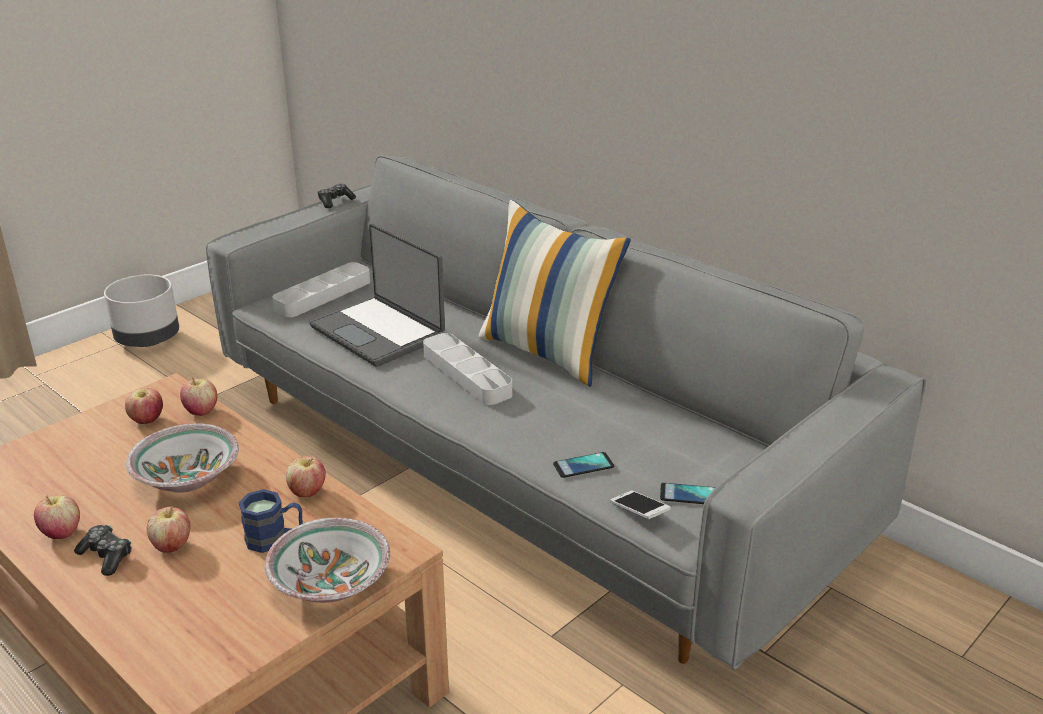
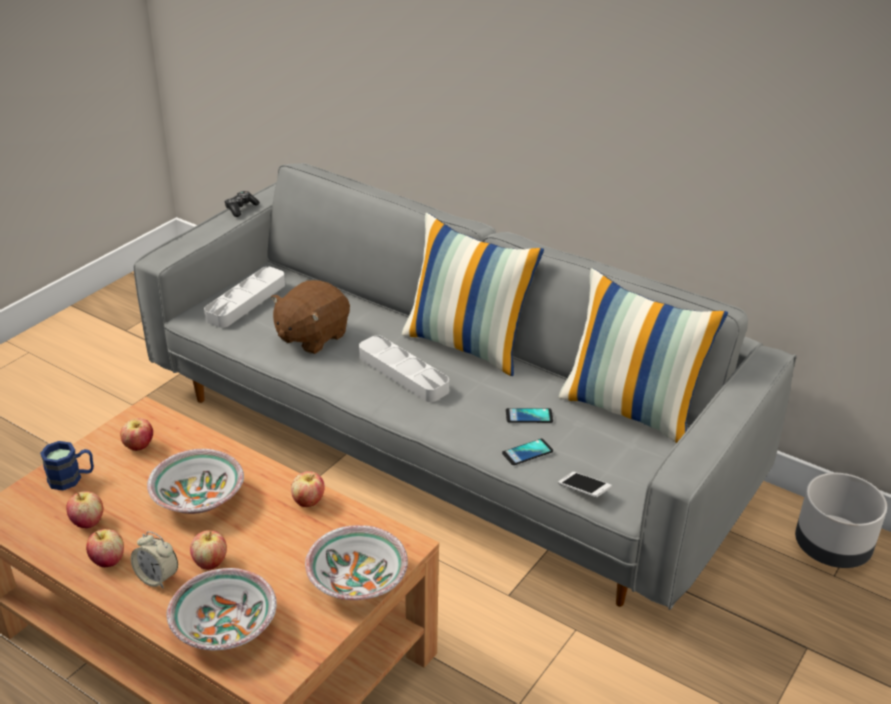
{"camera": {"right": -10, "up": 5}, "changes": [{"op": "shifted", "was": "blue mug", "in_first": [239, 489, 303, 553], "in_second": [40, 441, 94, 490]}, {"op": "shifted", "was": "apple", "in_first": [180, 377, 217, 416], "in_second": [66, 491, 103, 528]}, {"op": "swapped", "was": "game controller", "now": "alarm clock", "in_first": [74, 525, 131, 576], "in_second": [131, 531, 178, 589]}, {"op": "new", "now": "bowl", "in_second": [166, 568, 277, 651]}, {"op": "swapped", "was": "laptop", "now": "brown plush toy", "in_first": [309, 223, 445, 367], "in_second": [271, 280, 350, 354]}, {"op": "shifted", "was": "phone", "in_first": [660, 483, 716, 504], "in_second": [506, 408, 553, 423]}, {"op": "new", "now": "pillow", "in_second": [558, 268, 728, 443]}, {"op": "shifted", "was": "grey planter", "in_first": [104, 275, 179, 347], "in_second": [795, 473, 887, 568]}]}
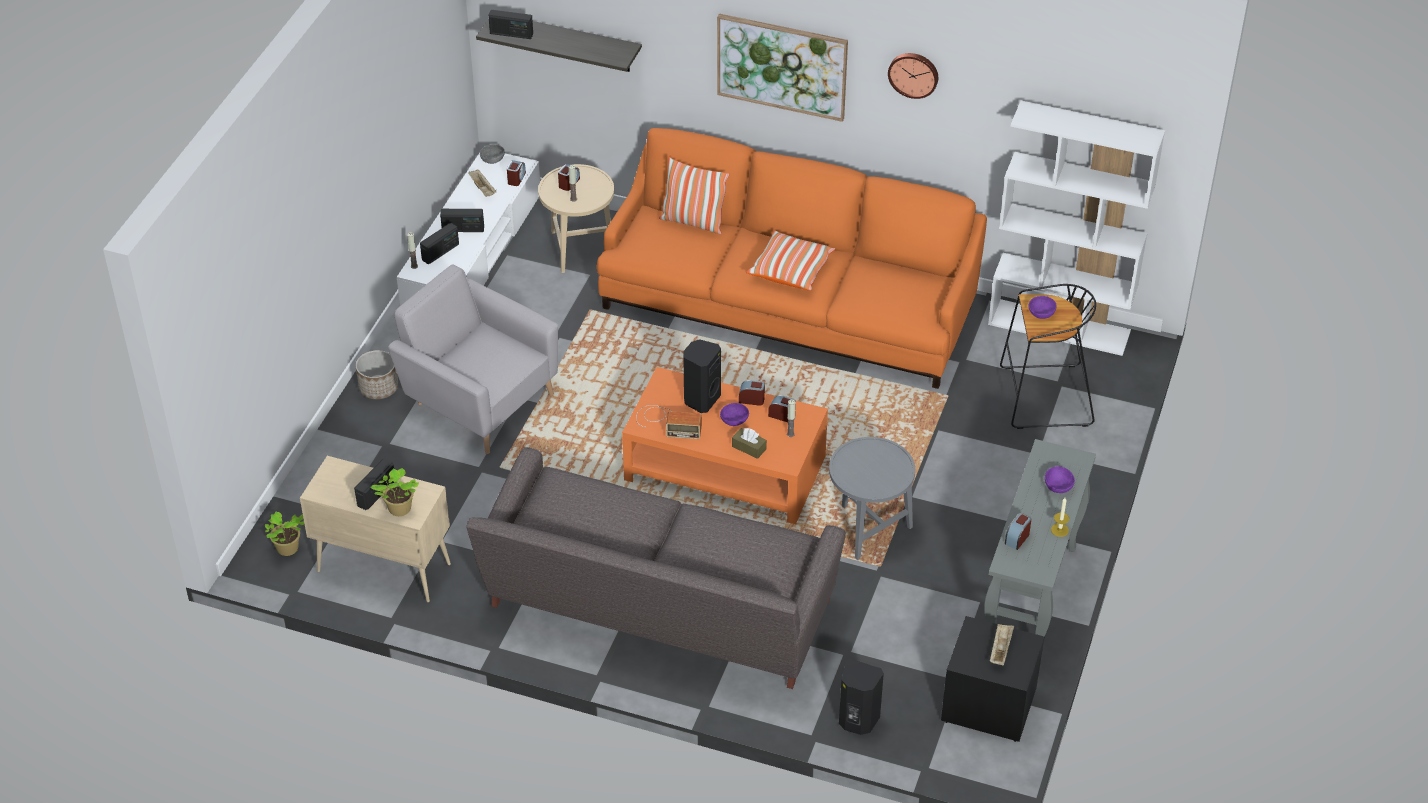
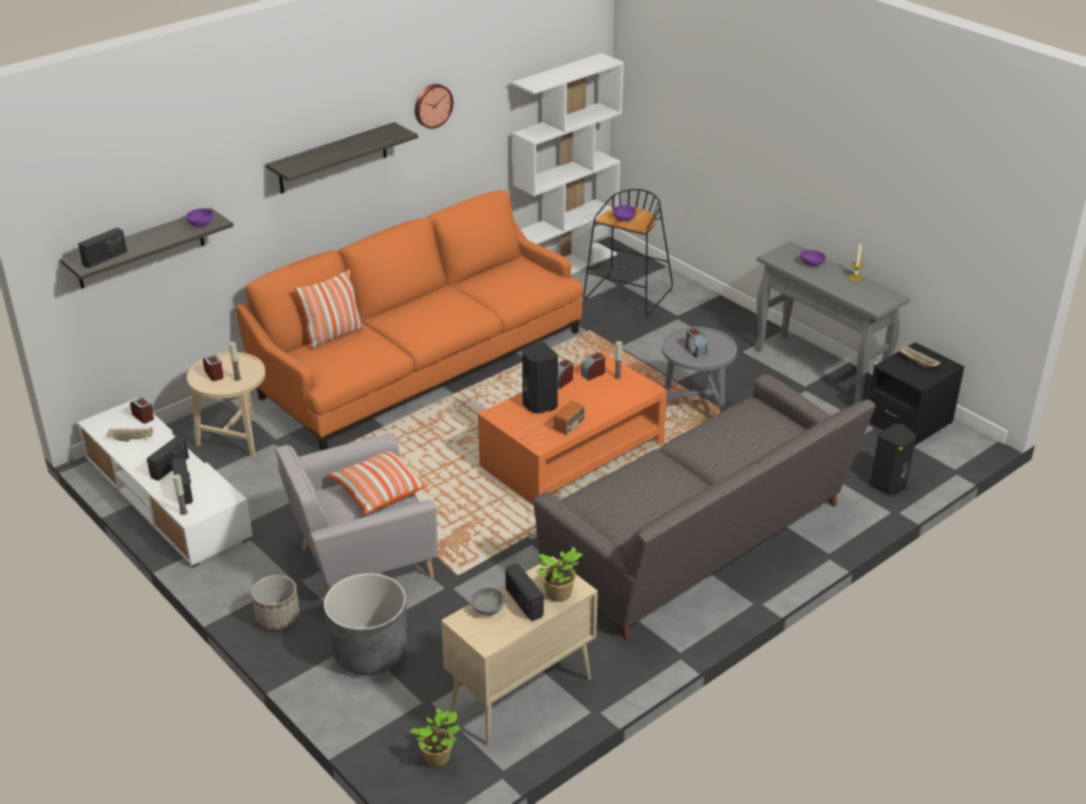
{"camera": {"right": -60, "up": -10}, "changes": [{"op": "shifted", "was": "purple bowl", "in_first": [720, 403, 749, 426], "in_second": [186, 208, 213, 227]}, {"op": "swapped", "was": "picture", "now": "shelf", "in_first": [717, 13, 848, 122], "in_second": [265, 122, 418, 194]}, {"op": "new", "now": "grey planter", "in_second": [324, 573, 407, 676]}, {"op": "shifted", "was": "pillow", "in_first": [746, 230, 835, 291], "in_second": [329, 451, 429, 514]}, {"op": "shifted", "was": "grey bowl", "in_first": [480, 144, 505, 164], "in_second": [471, 587, 504, 616]}, {"op": "shifted", "was": "alarm clock", "in_first": [1005, 513, 1031, 550], "in_second": [686, 328, 707, 358]}, {"op": "gone", "was": "brown tissue box", "in_first": [732, 428, 767, 459]}]}
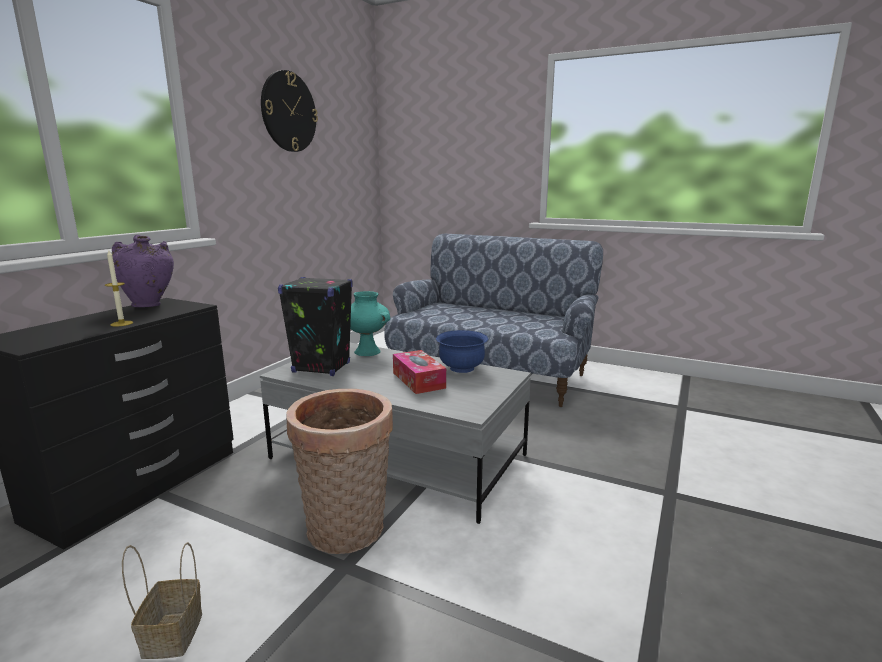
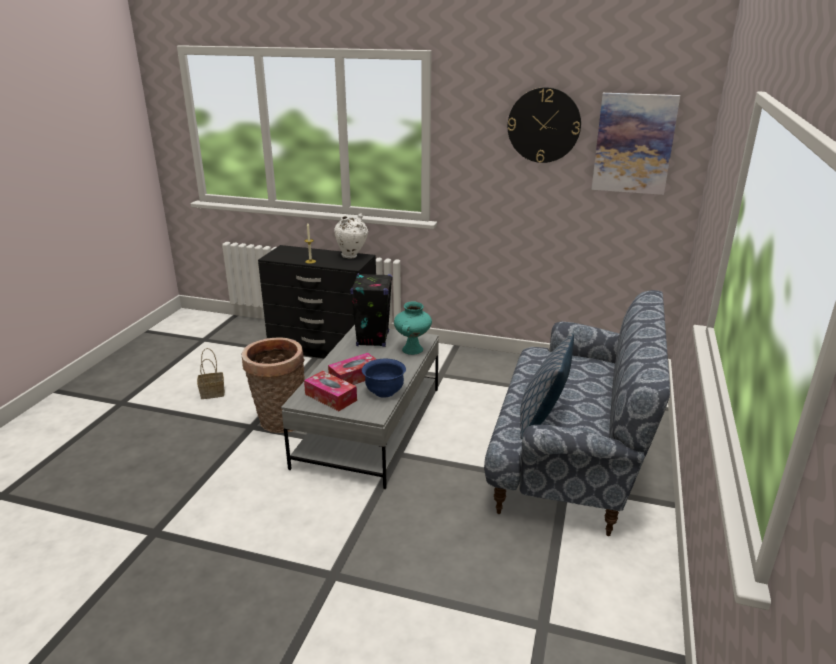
{"camera": {"right": 80, "up": 10}, "changes": [{"op": "new", "now": "tissue box", "in_second": [304, 371, 357, 411]}, {"op": "repainted", "was": "purple vase", "now": "white vase", "in_first": [112, 235, 174, 307], "in_second": [334, 213, 368, 259]}, {"op": "new", "now": "pillow", "in_second": [520, 333, 574, 439]}, {"op": "new", "now": "picture", "in_second": [591, 93, 680, 195]}]}
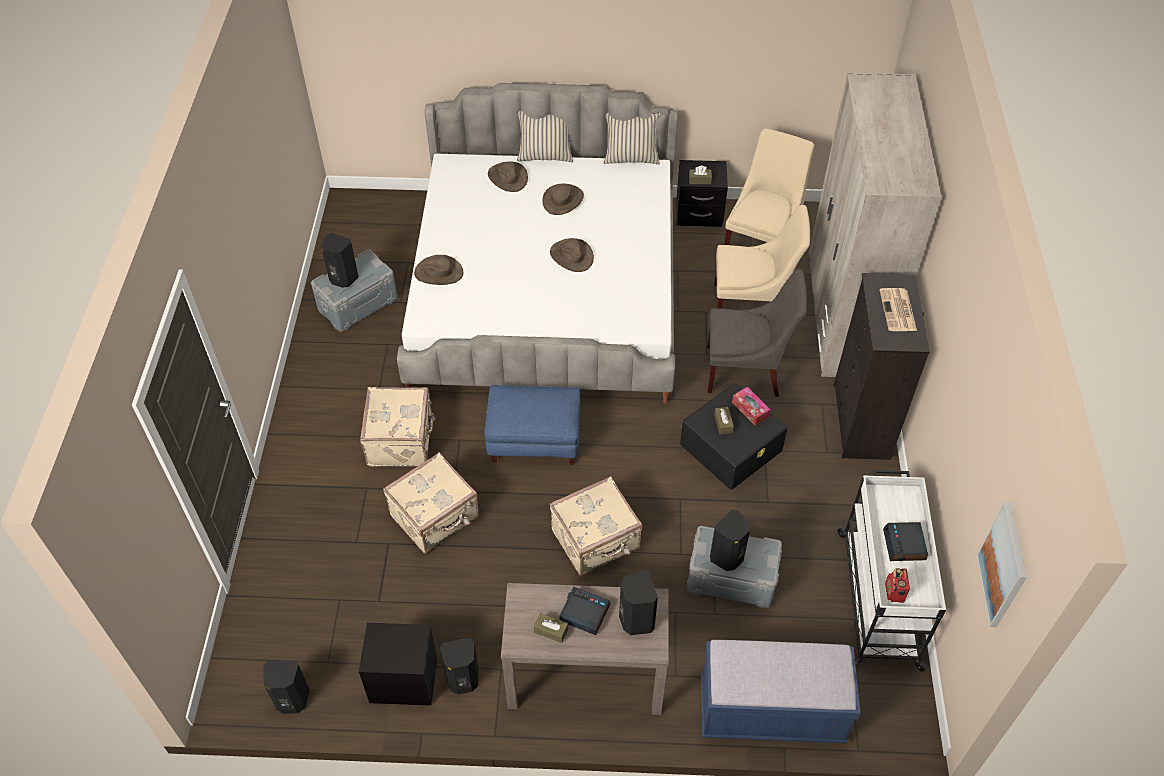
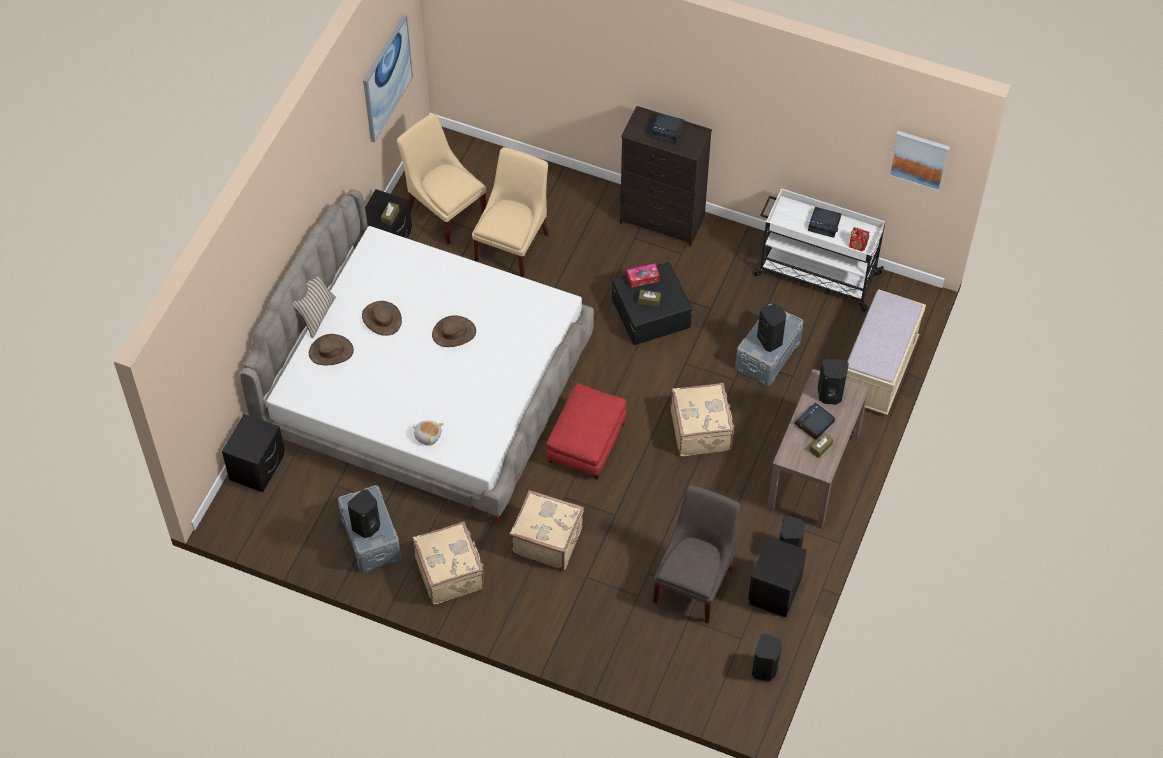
{"camera": {"right": -70, "up": 5}, "changes": [{"op": "new", "now": "black nightstand", "in_second": [222, 414, 285, 492]}, {"op": "new", "now": "picture", "in_second": [363, 15, 413, 143]}, {"op": "swapped", "was": "brown hat", "now": "plush toy", "in_first": [414, 255, 463, 285], "in_second": [413, 420, 444, 446]}, {"op": "shifted", "was": "beige suitcase", "in_first": [383, 452, 479, 554], "in_second": [413, 521, 484, 605]}, {"op": "repainted", "was": "blue ottoman", "now": "red ottoman", "in_first": [484, 385, 581, 465], "in_second": [546, 383, 626, 480]}, {"op": "swapped", "was": "newspaper", "now": "alarm clock", "in_first": [880, 288, 917, 331], "in_second": [650, 113, 684, 144]}, {"op": "shifted", "was": "grey chair", "in_first": [707, 269, 807, 397], "in_second": [653, 485, 741, 623]}, {"op": "repainted", "was": "blue bench", "now": "beige bench", "in_first": [701, 640, 861, 743], "in_second": [846, 290, 926, 415]}, {"op": "gone", "was": "beige pillow", "in_first": [604, 112, 661, 165]}, {"op": "gone", "was": "beige wardrobe", "in_first": [809, 73, 942, 377]}]}
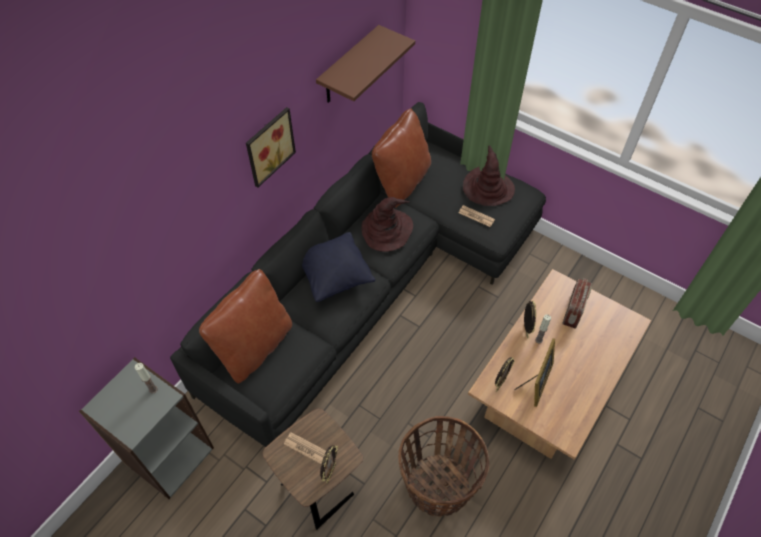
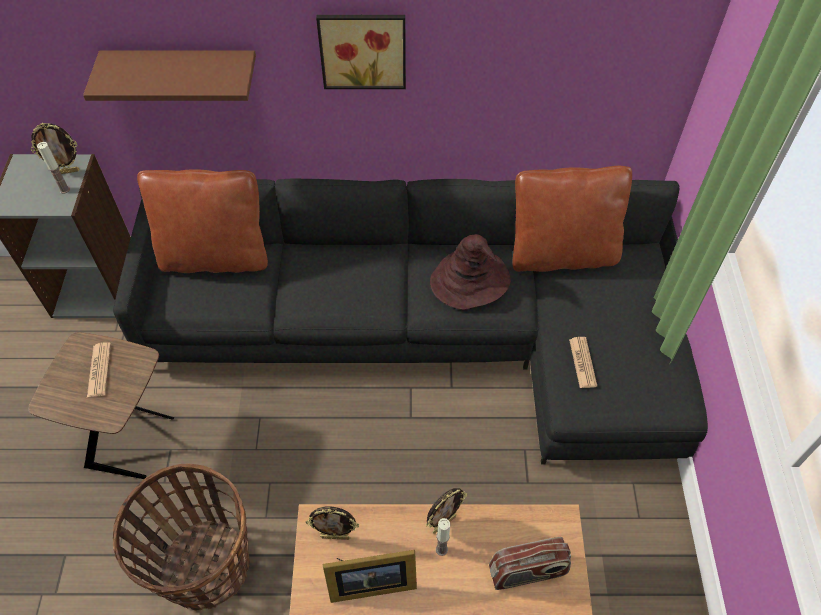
{"camera": {"right": 55, "up": 0}, "changes": [{"op": "shifted", "was": "picture frame", "in_first": [320, 445, 338, 483], "in_second": [31, 123, 80, 174]}, {"op": "shifted", "was": "brown shelf", "in_first": [316, 25, 415, 103], "in_second": [83, 51, 256, 101]}, {"op": "gone", "was": "black pillow", "in_first": [302, 232, 376, 302]}, {"op": "gone", "was": "brown hat", "in_first": [463, 145, 515, 206]}]}
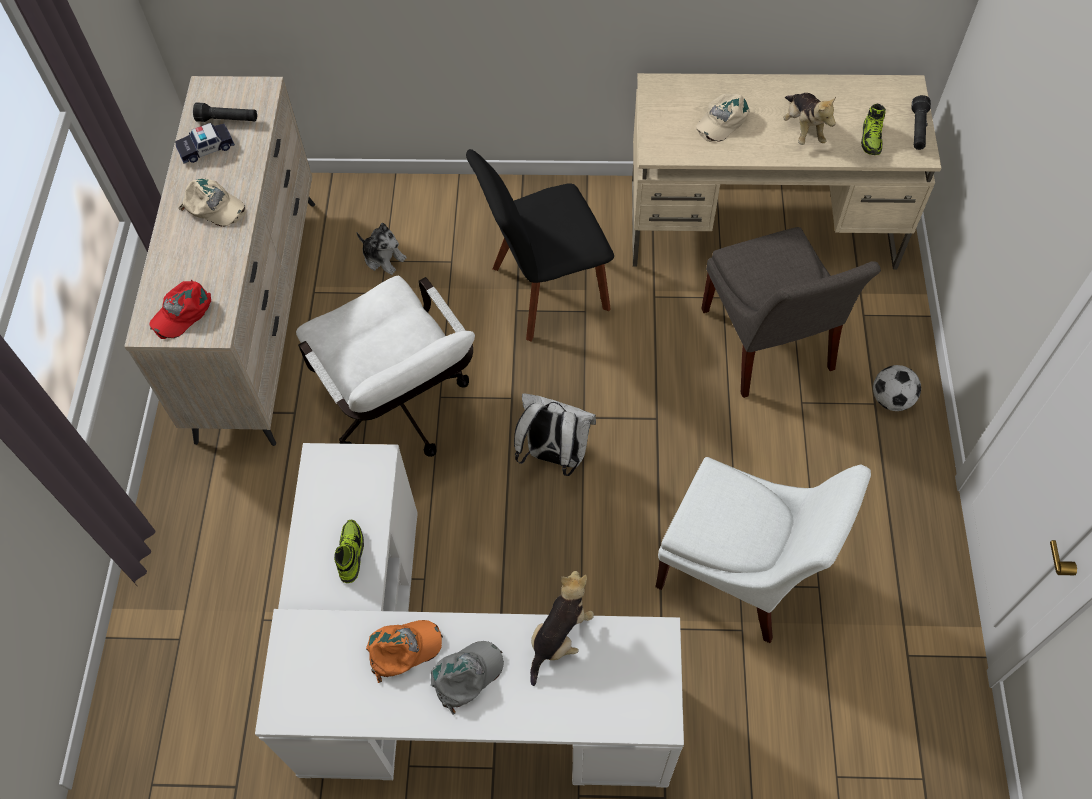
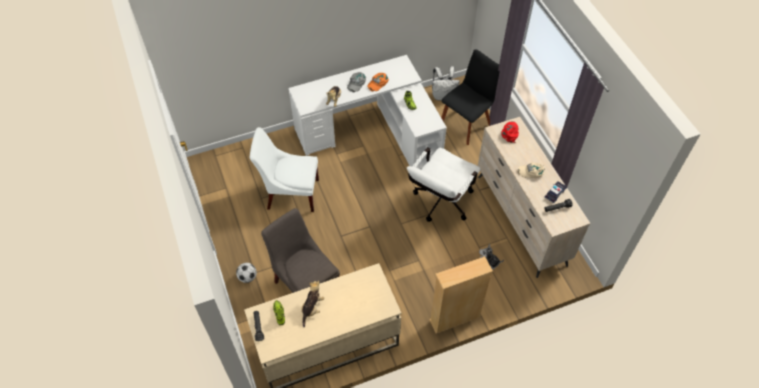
{"camera": {"right": 155, "up": -5}, "changes": [{"op": "rotated", "was": "plush toy", "in_first": [783, 93, 836, 145], "in_second": [301, 281, 324, 327], "clockwise": 60}, {"op": "rotated", "was": "white office chair", "in_first": [296, 276, 475, 457], "in_second": [407, 147, 480, 222], "clockwise": -90}, {"op": "new", "now": "beige bookcase", "in_second": [429, 256, 493, 334]}, {"op": "shifted", "was": "white backpack", "in_first": [514, 393, 596, 476], "in_second": [432, 66, 460, 101]}, {"op": "shifted", "was": "black chair", "in_first": [466, 149, 614, 341], "in_second": [441, 49, 500, 145]}, {"op": "gone", "was": "beige cap", "in_first": [696, 94, 750, 142]}]}
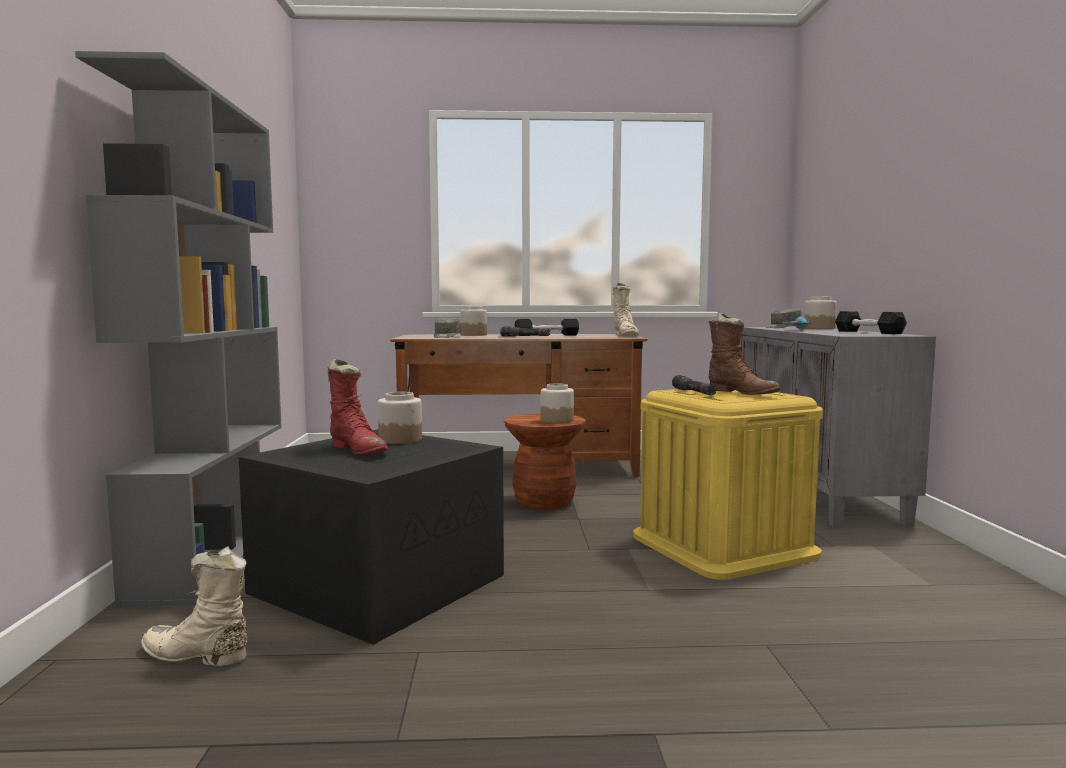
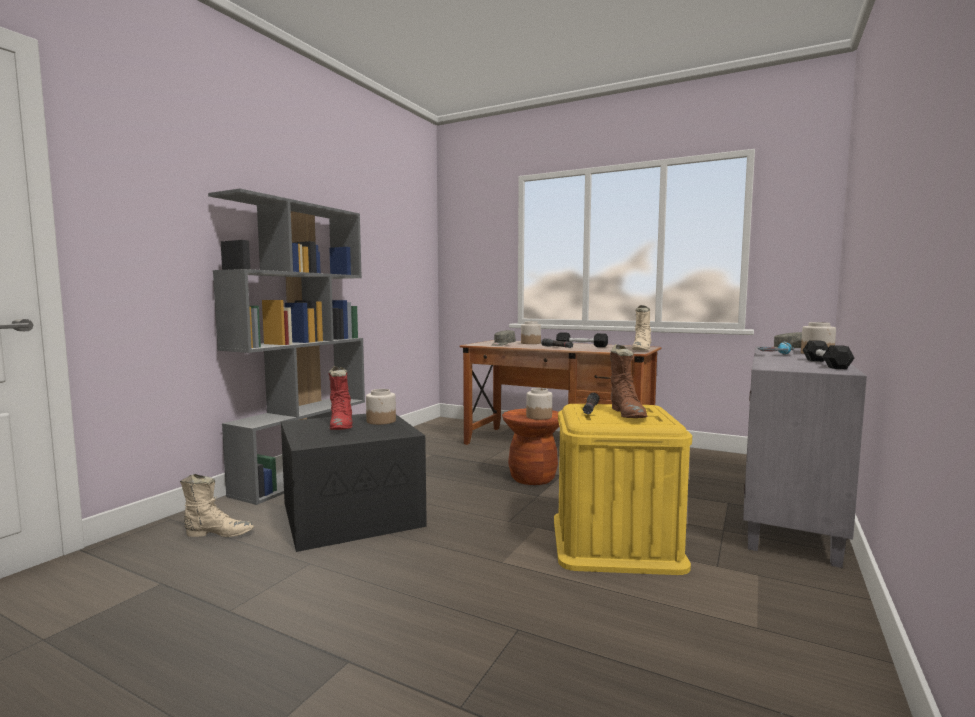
{"camera": {"right": 30, "up": 0}, "changes": [{"op": "rotated", "was": "beige boot", "in_first": [141, 546, 247, 666], "in_second": [180, 474, 254, 537], "clockwise": 135}]}
